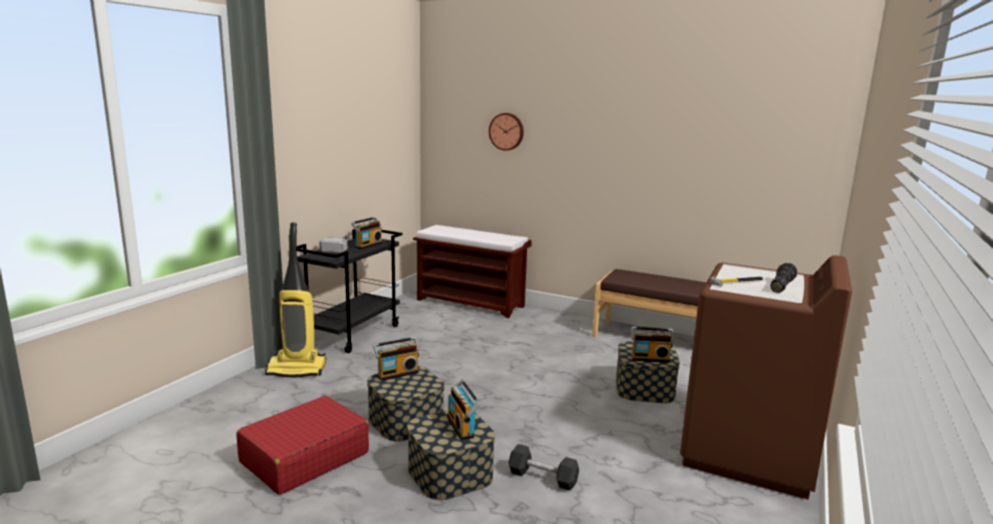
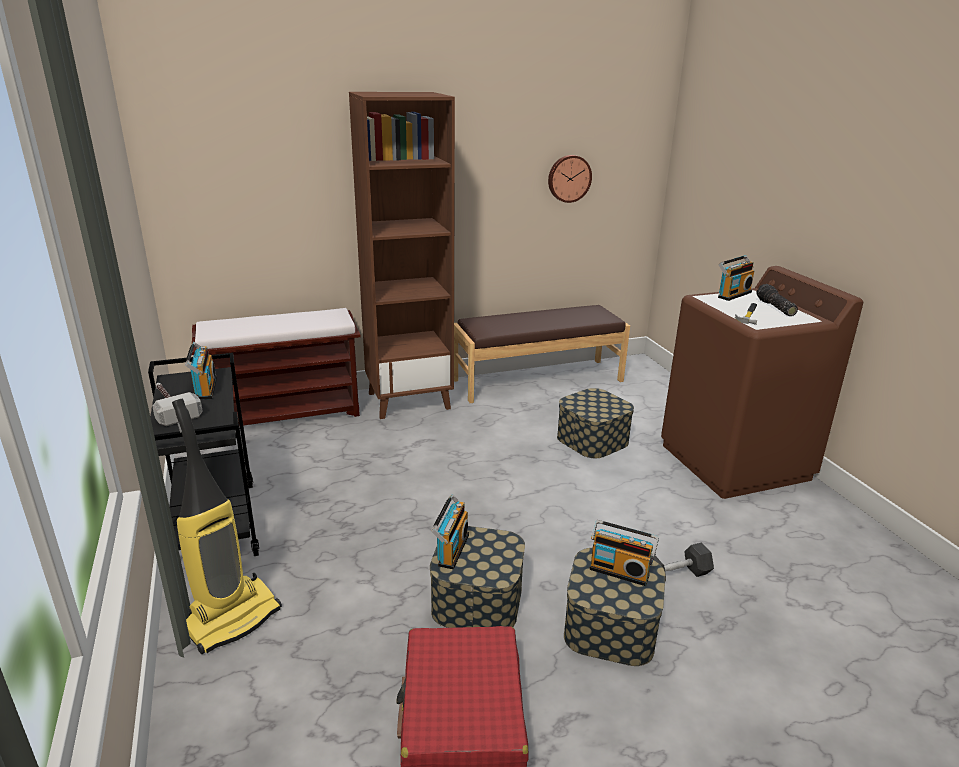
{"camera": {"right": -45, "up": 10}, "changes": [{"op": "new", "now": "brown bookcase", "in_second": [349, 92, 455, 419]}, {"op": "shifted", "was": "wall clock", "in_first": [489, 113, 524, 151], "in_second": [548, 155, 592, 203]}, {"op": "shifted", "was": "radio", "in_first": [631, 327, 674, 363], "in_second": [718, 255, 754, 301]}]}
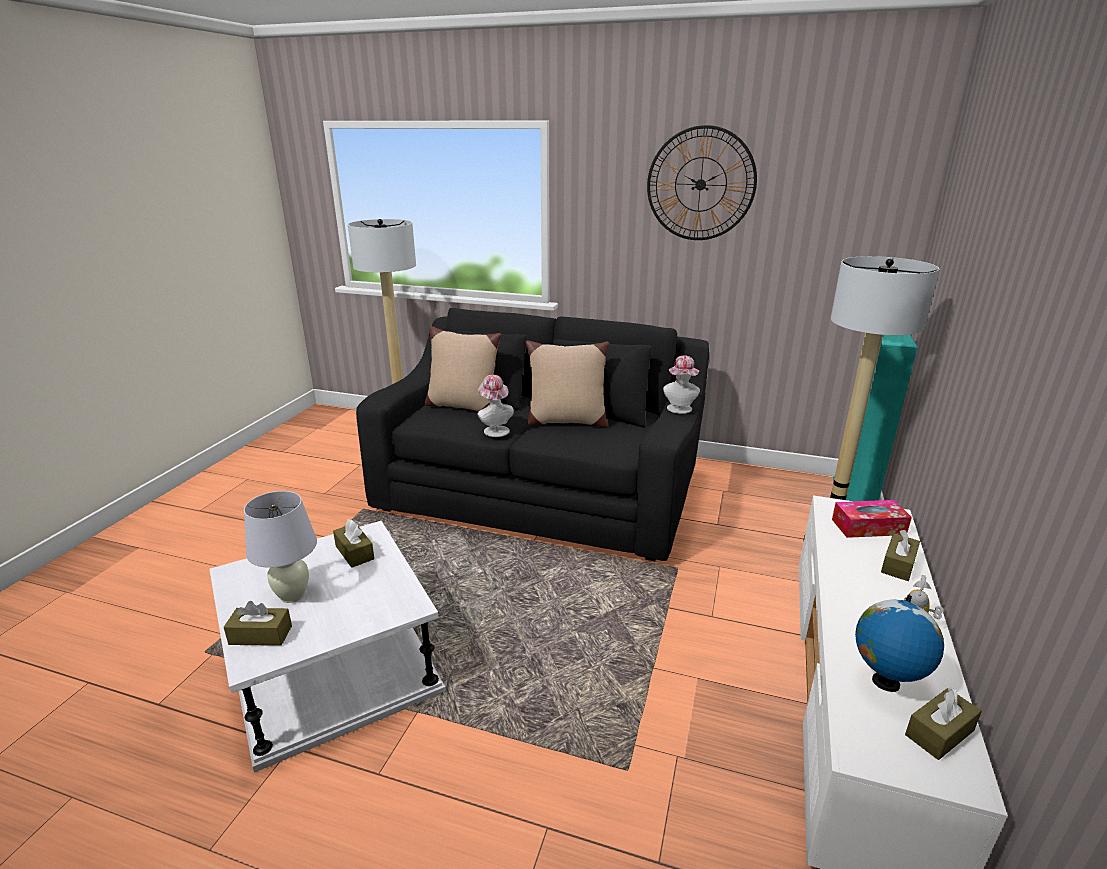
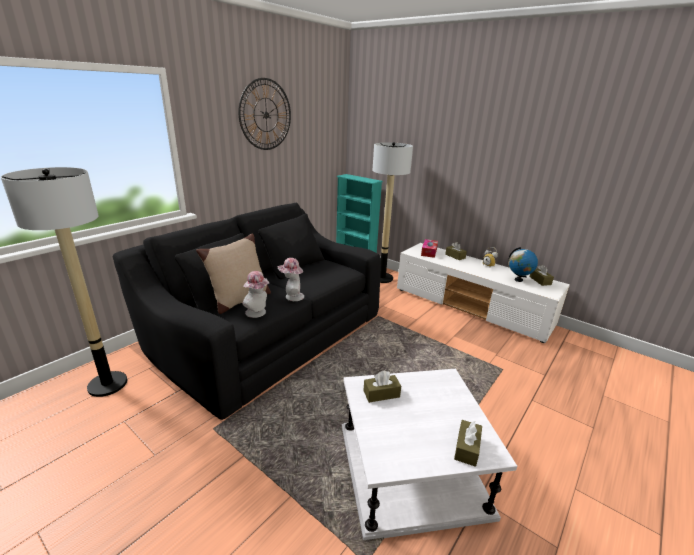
{"camera": {"right": -70, "up": 0}, "changes": [{"op": "shifted", "was": "hat", "in_first": [663, 355, 700, 414], "in_second": [243, 271, 269, 318]}, {"op": "gone", "was": "white table lamp", "in_first": [244, 491, 317, 603]}, {"op": "gone", "was": "beige pillow", "in_first": [526, 340, 609, 428]}]}
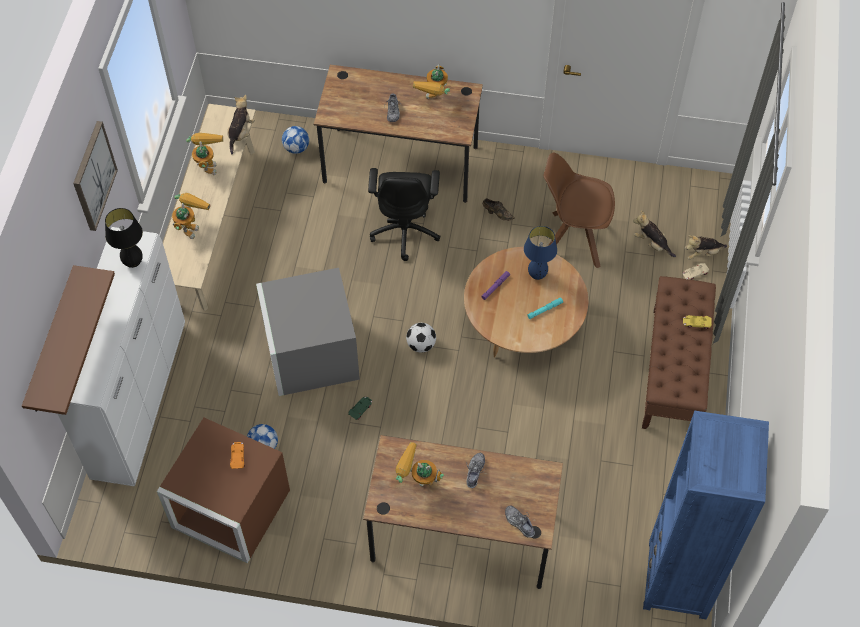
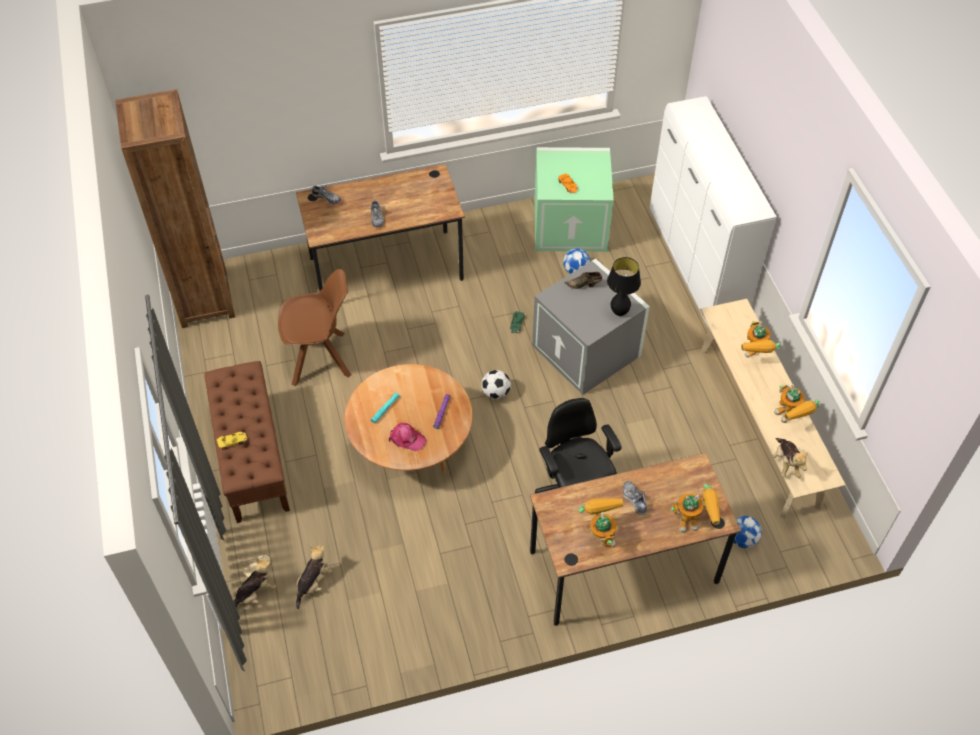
{"camera": {"right": 155, "up": -5}, "changes": [{"op": "repainted", "was": "blue bookcase", "now": "brown bookcase", "in_first": [643, 411, 769, 619], "in_second": [115, 89, 235, 328]}, {"op": "shifted", "was": "brown chair", "in_first": [544, 153, 615, 268], "in_second": [278, 269, 351, 386]}, {"op": "rotated", "was": "plush toy", "in_first": [633, 211, 676, 257], "in_second": [296, 545, 332, 609], "clockwise": -75}, {"op": "swapped", "was": "blue table lamp", "now": "pink cap", "in_first": [524, 226, 557, 280], "in_second": [389, 423, 426, 451]}, {"op": "repainted", "was": "brown storage box", "now": "green storage box", "in_first": [157, 418, 290, 563], "in_second": [534, 147, 614, 252]}, {"op": "shifted", "was": "brown shoe", "in_first": [483, 198, 515, 221], "in_second": [564, 272, 602, 289]}, {"op": "shifted", "was": "black table lamp", "in_first": [105, 208, 143, 268], "in_second": [607, 257, 641, 316]}, {"op": "shifted", "was": "toy robot", "in_first": [395, 442, 444, 486], "in_second": [671, 484, 720, 532]}, {"op": "gone", "was": "brown shelf", "in_first": [22, 265, 115, 415]}, {"op": "gone", "was": "picture", "in_first": [73, 121, 118, 231]}]}
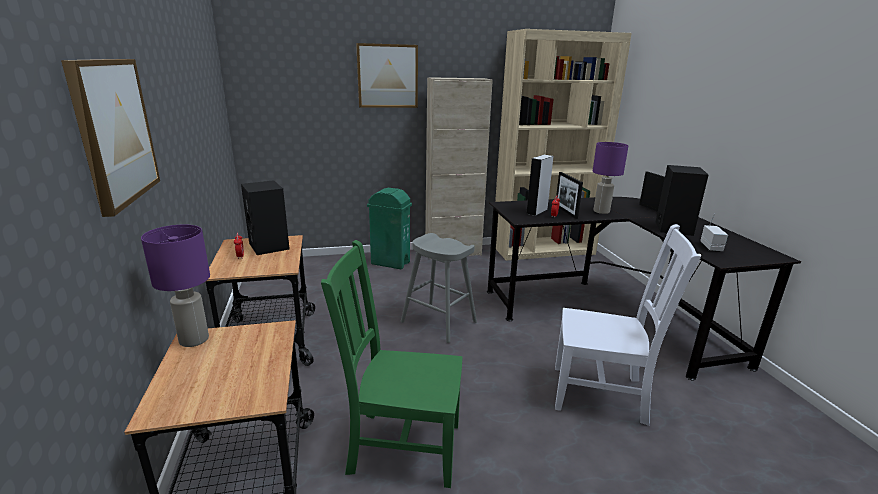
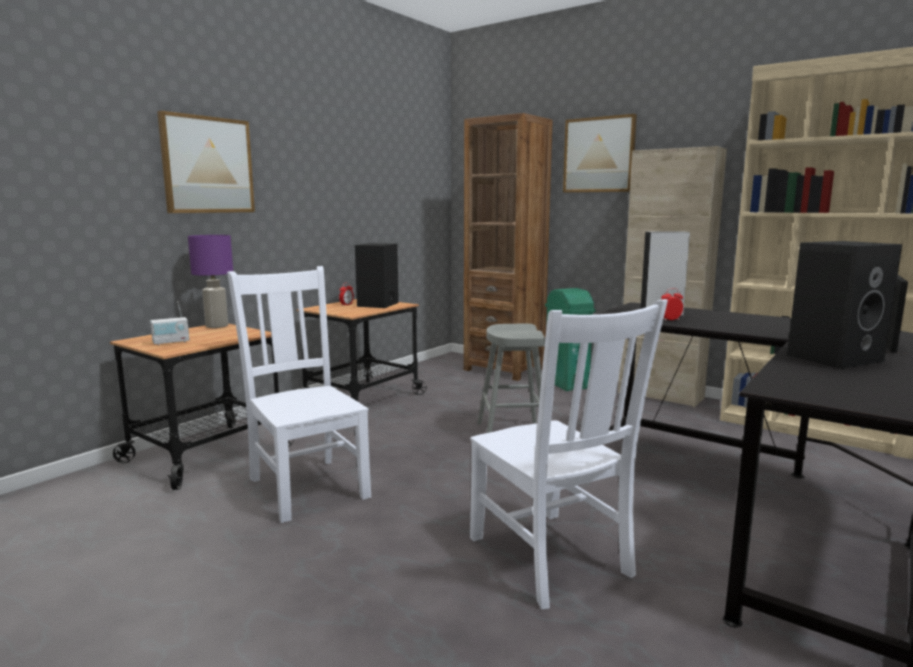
{"camera": {"right": 50, "up": -10}, "changes": [{"op": "shifted", "was": "radio", "in_first": [700, 213, 728, 252], "in_second": [150, 301, 189, 345]}, {"op": "repainted", "was": "green chair", "now": "white chair", "in_first": [321, 240, 462, 488], "in_second": [227, 266, 371, 523]}, {"op": "new", "now": "brown bookcase", "in_second": [464, 113, 553, 381]}, {"op": "gone", "was": "picture frame", "in_first": [556, 172, 583, 219]}, {"op": "gone", "was": "purple table lamp", "in_first": [593, 142, 628, 214]}]}
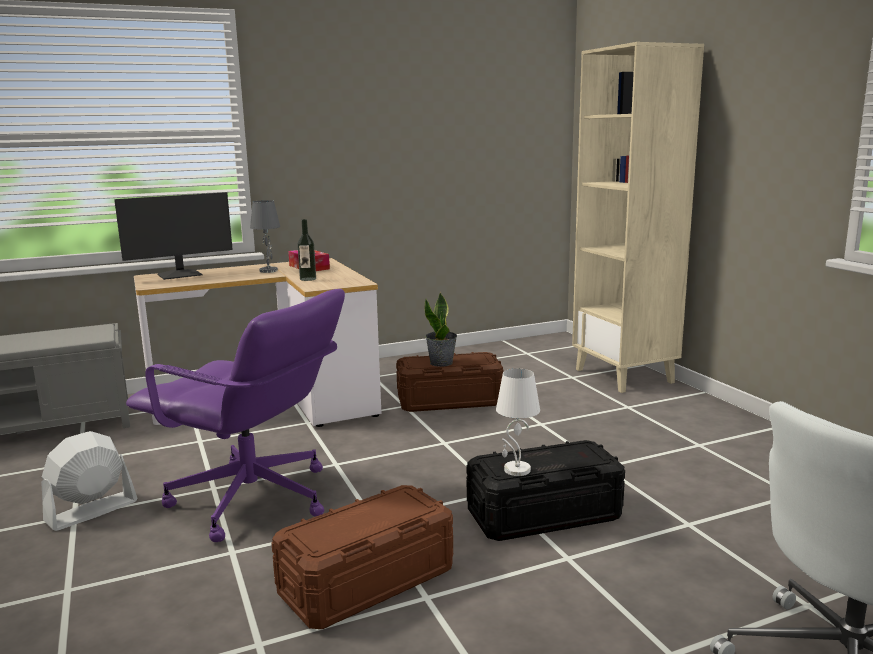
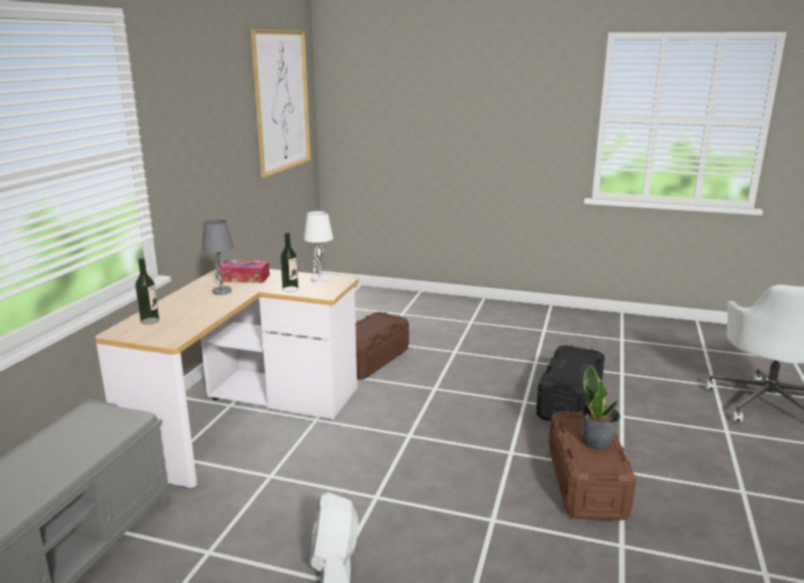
{"camera": {"right": -50, "up": 5}, "changes": [{"op": "swapped", "was": "monitor", "now": "bottle", "in_first": [114, 192, 233, 280], "in_second": [135, 258, 159, 324]}, {"op": "new", "now": "picture", "in_second": [250, 29, 311, 178]}, {"op": "shifted", "was": "white table lamp", "in_first": [496, 369, 540, 476], "in_second": [304, 211, 333, 283]}, {"op": "shifted", "was": "potted plant", "in_first": [424, 292, 457, 367], "in_second": [581, 365, 620, 451]}, {"op": "gone", "was": "purple office chair", "in_first": [126, 289, 345, 542]}, {"op": "gone", "was": "beige bookcase", "in_first": [572, 42, 704, 393]}]}
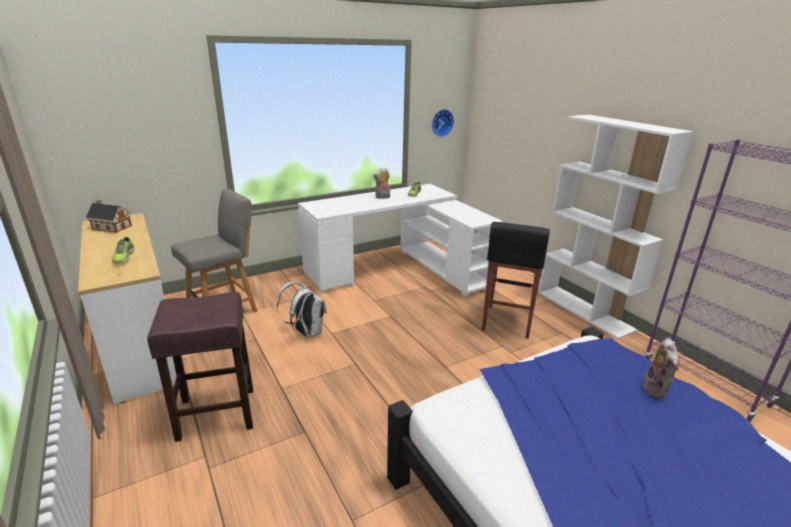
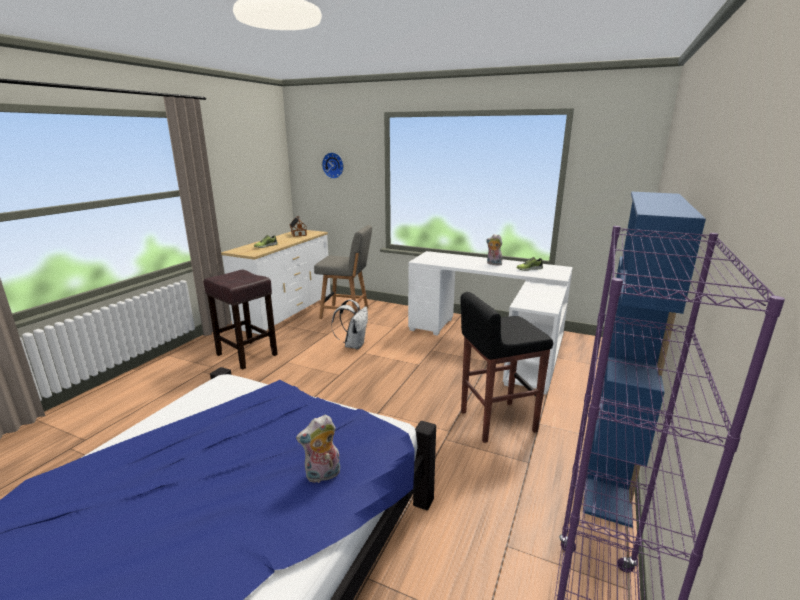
{"camera": {"right": 55, "up": -5}, "changes": [{"op": "shifted", "was": "wall clock", "in_first": [432, 109, 454, 137], "in_second": [322, 152, 344, 179]}, {"op": "repainted", "was": "white bookcase", "now": "blue bookcase", "in_first": [538, 115, 694, 339], "in_second": [583, 192, 706, 528]}]}
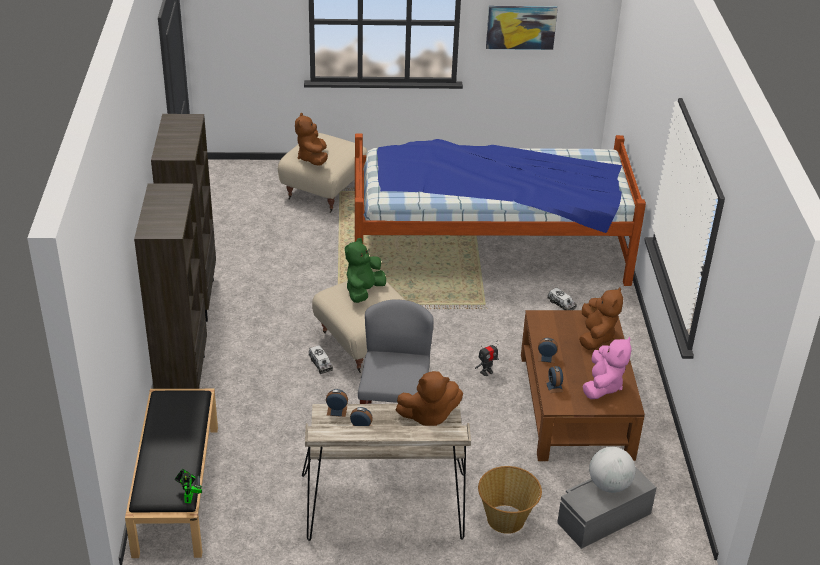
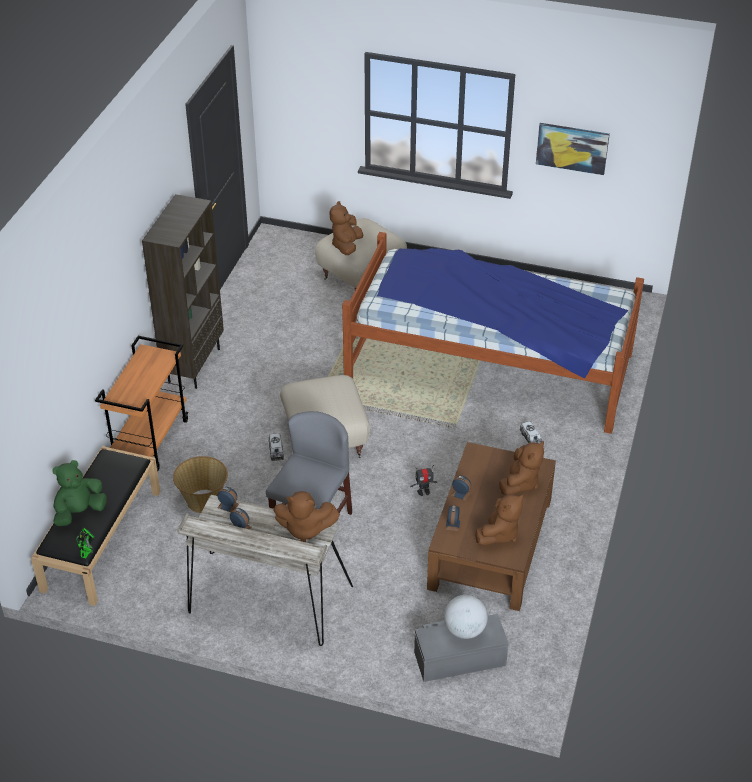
{"camera": {"right": 20, "up": 5}, "changes": [{"op": "shifted", "was": "green plush toy", "in_first": [345, 238, 386, 303], "in_second": [52, 460, 107, 526]}, {"op": "swapped", "was": "brown bookcase", "now": "orange cart", "in_first": [134, 183, 207, 389], "in_second": [95, 336, 189, 472]}, {"op": "shifted", "was": "basket", "in_first": [478, 466, 542, 534], "in_second": [173, 456, 228, 513]}, {"op": "repainted", "was": "pink plush toy", "now": "brown plush toy", "in_first": [583, 337, 632, 399], "in_second": [475, 494, 524, 546]}]}
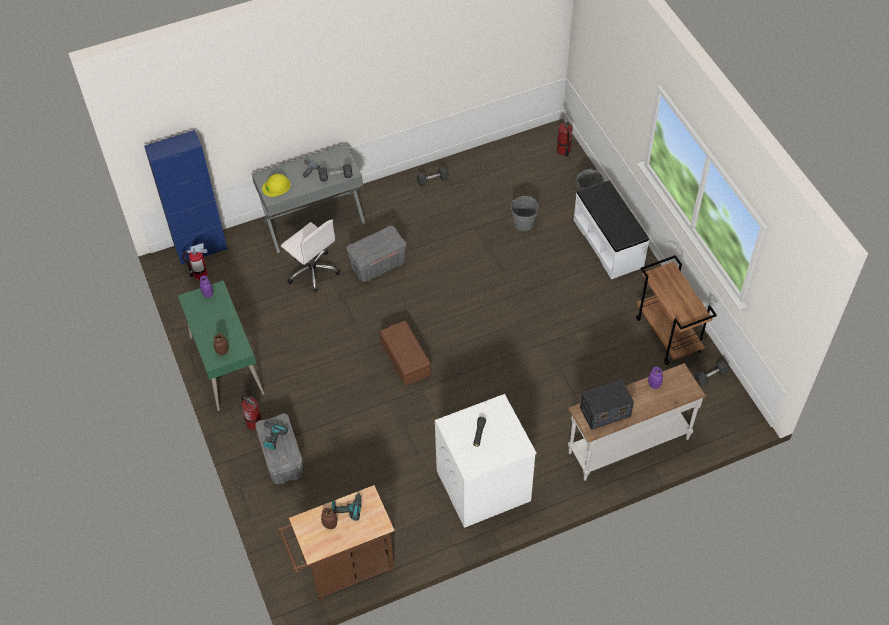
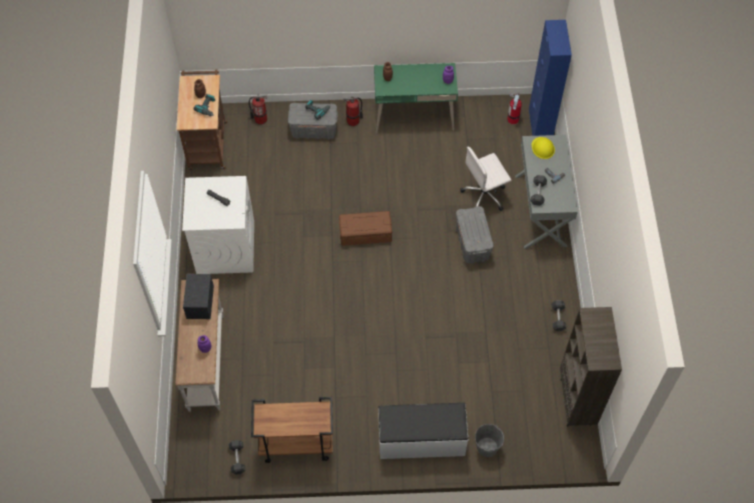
{"camera": {"right": 110, "up": 5}, "changes": [{"op": "shifted", "was": "fire extinguisher", "in_first": [557, 113, 573, 157], "in_second": [249, 94, 267, 125]}, {"op": "new", "now": "brown bookcase", "in_second": [560, 307, 622, 426]}, {"op": "gone", "was": "grey bucket", "in_first": [511, 196, 539, 231]}]}
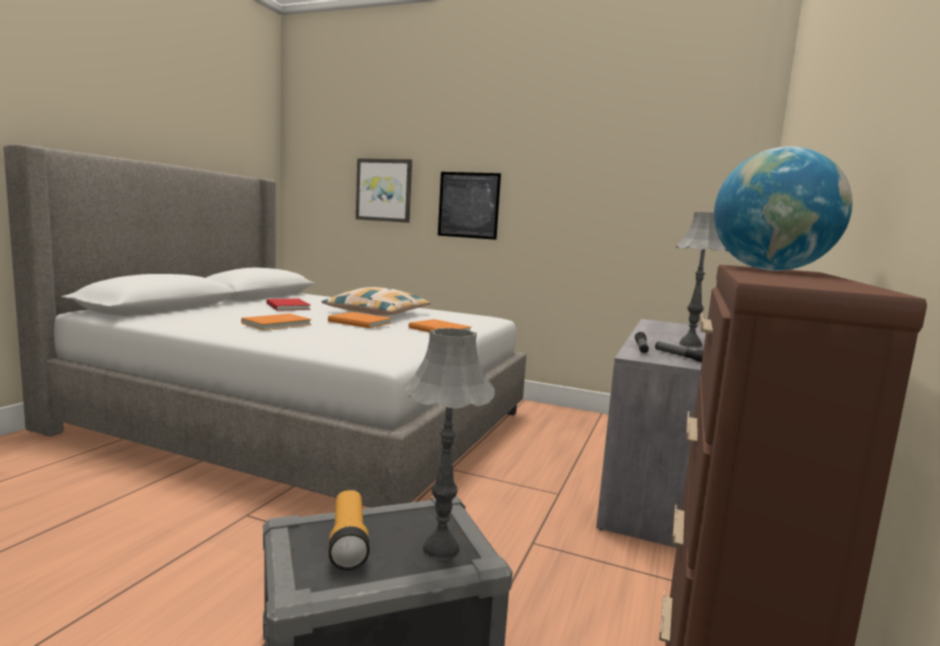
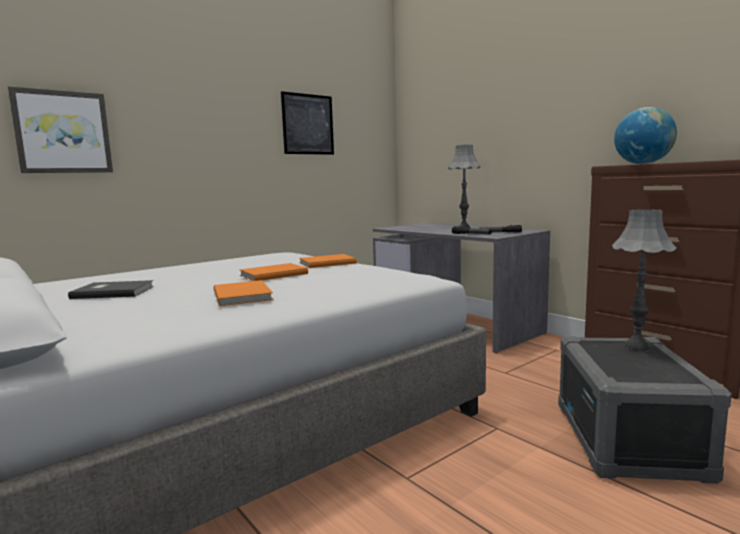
{"camera": {"right": -60, "up": 0}, "changes": [{"op": "repainted", "was": "red book", "now": "grey book", "in_first": [266, 299, 311, 311], "in_second": [68, 280, 154, 299]}, {"op": "shifted", "was": "picture", "in_first": [438, 172, 501, 240], "in_second": [281, 91, 334, 155]}, {"op": "gone", "was": "pillow", "in_first": [321, 287, 431, 316]}, {"op": "gone", "was": "flashlight", "in_first": [329, 490, 370, 570]}]}
